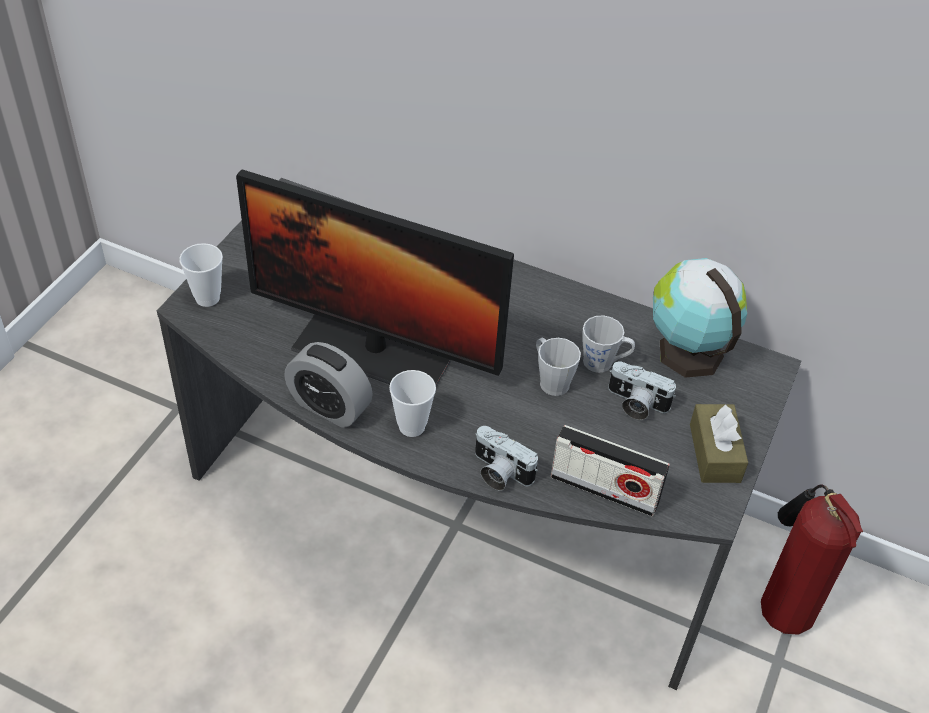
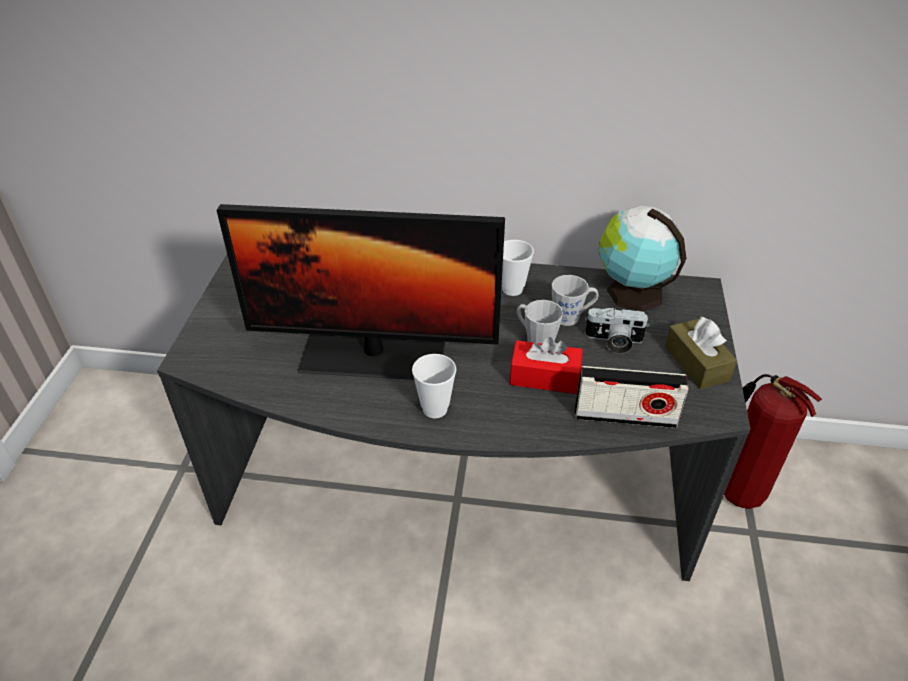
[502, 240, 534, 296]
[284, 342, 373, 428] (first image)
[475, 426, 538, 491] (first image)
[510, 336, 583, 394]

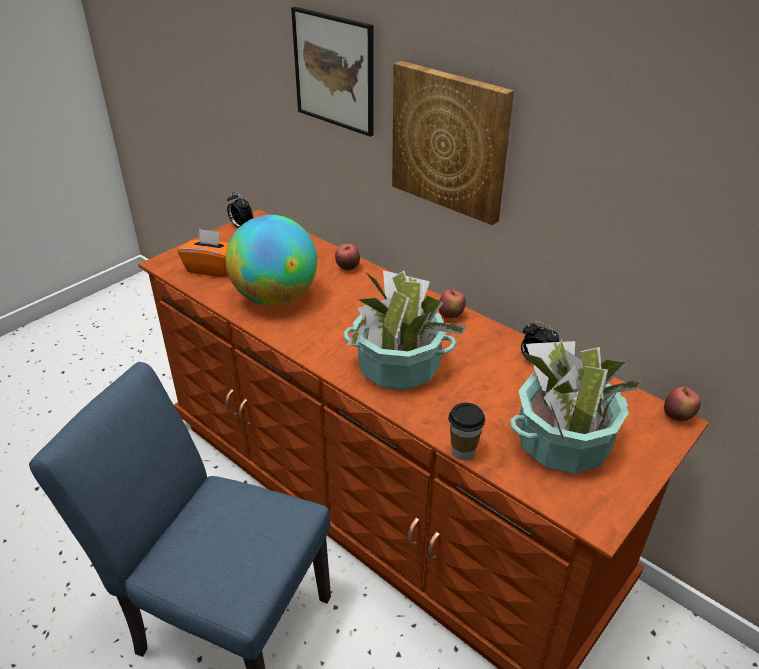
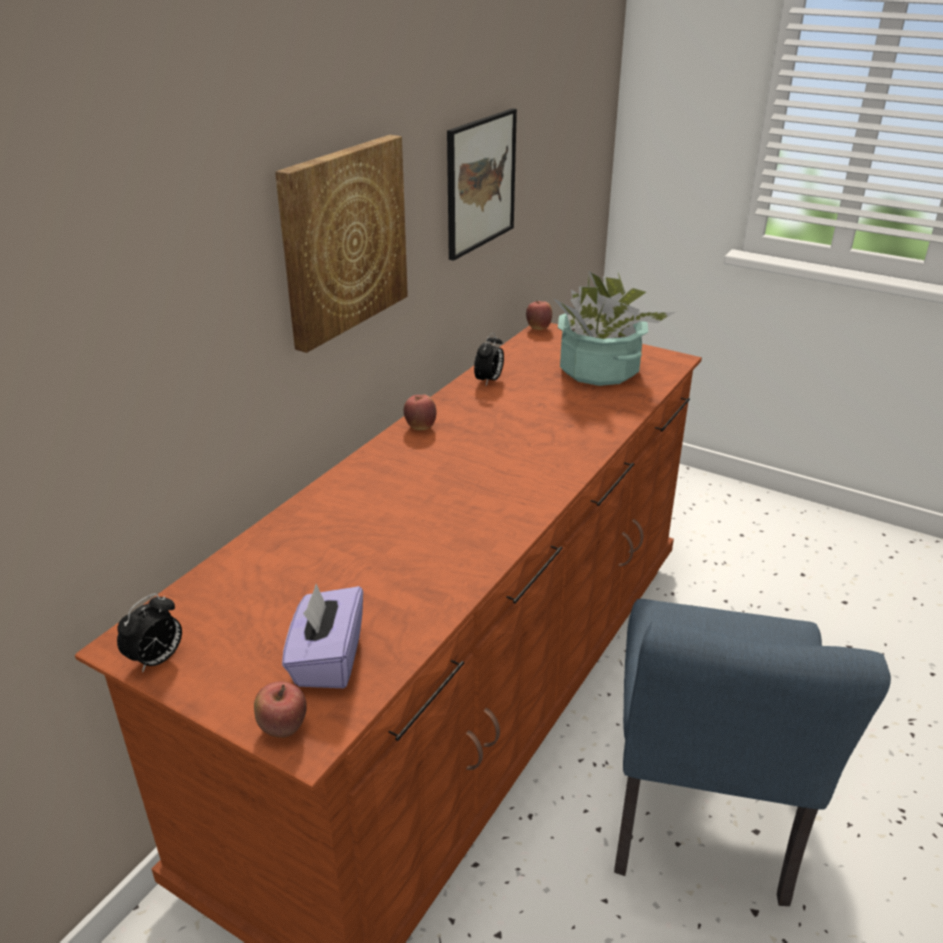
[282, 584, 363, 688]
[226, 215, 317, 306] (first image)
[447, 108, 517, 261]
[254, 681, 307, 738]
[343, 270, 467, 390] (first image)
[448, 403, 485, 460] (first image)

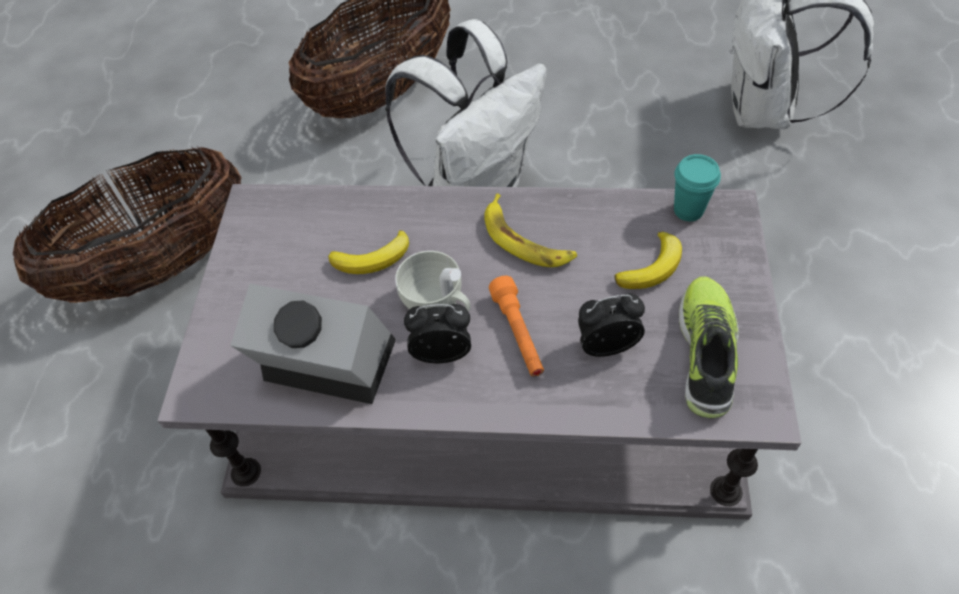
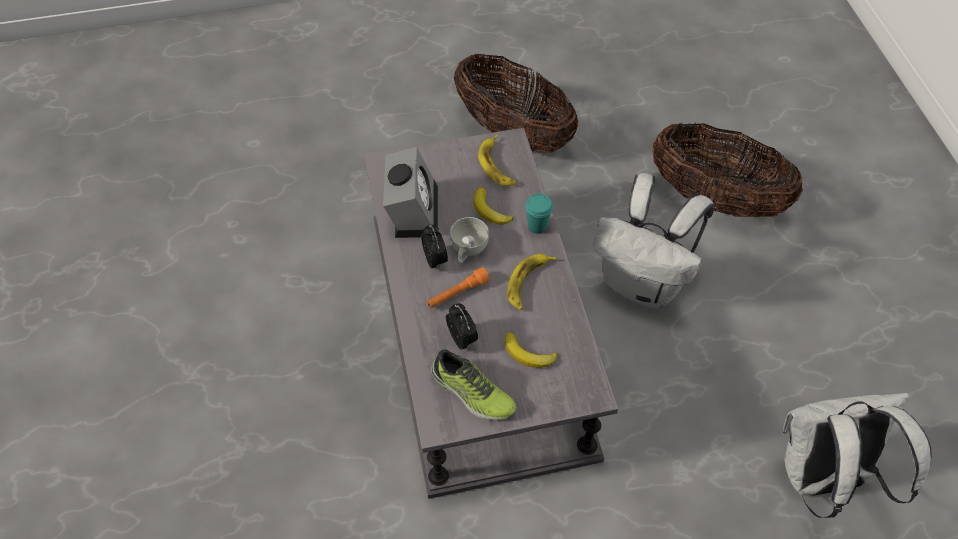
[525, 194, 553, 234]
[431, 349, 516, 420]
[478, 135, 516, 186]

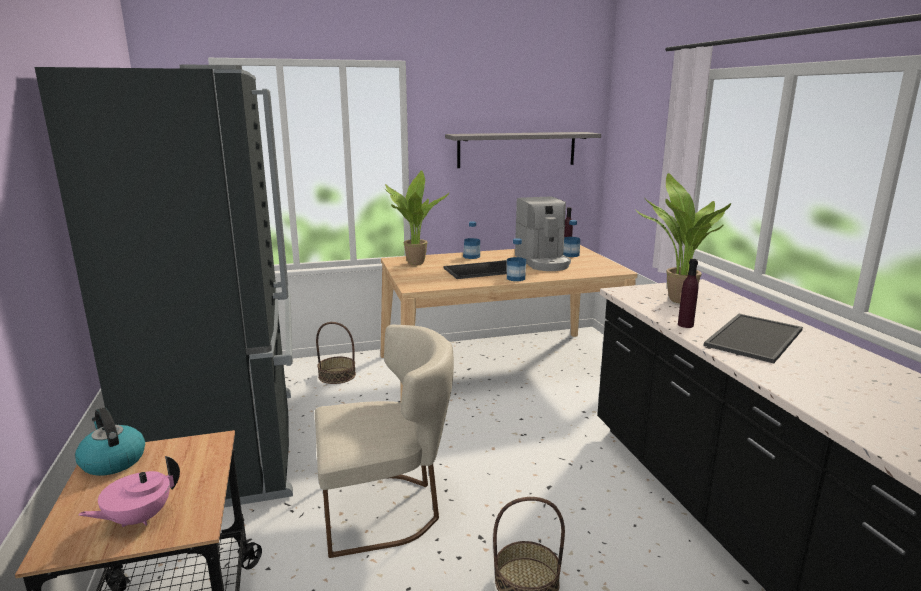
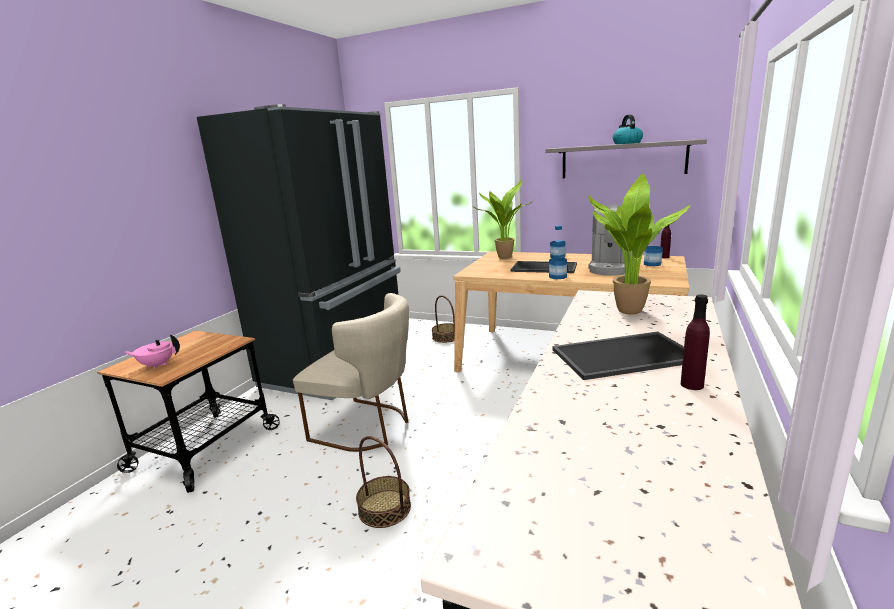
[613, 114, 643, 144]
[681, 294, 710, 390]

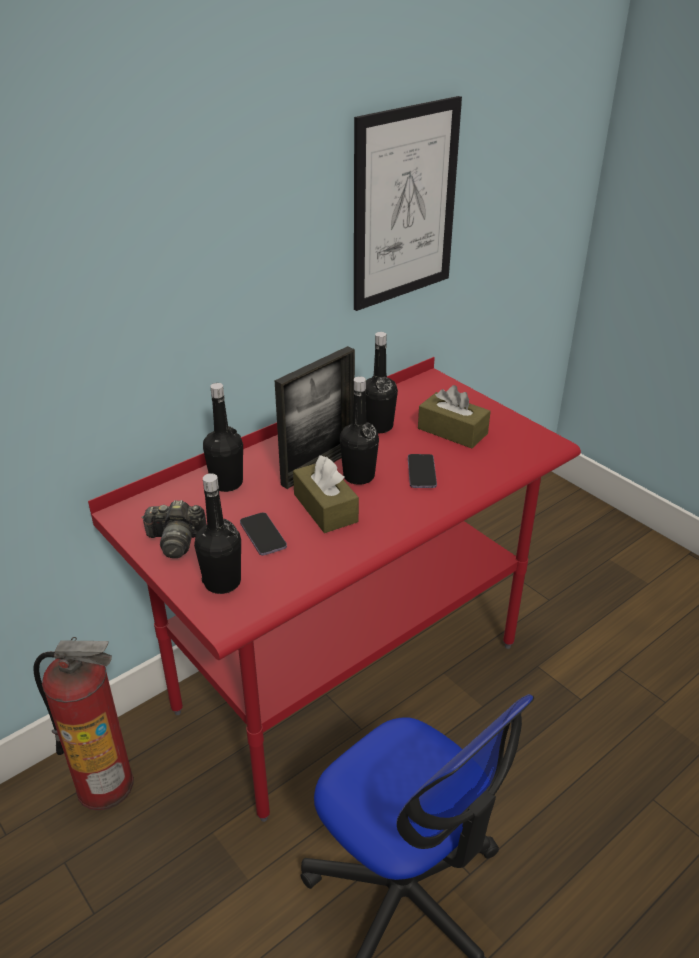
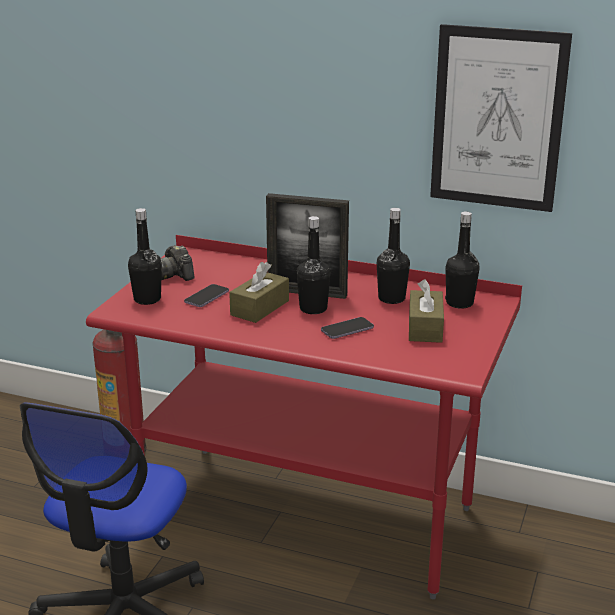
[445, 211, 480, 309]

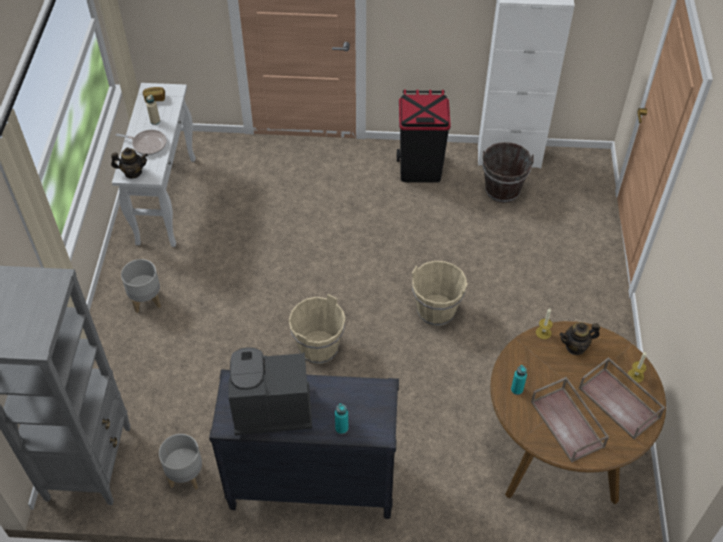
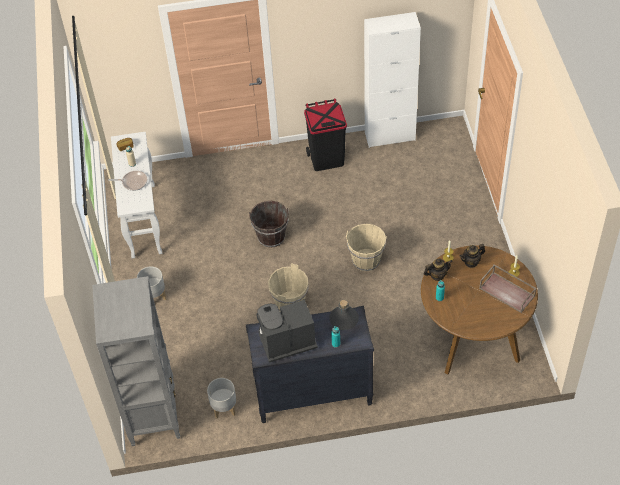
[424, 259, 453, 281]
[249, 201, 289, 248]
[531, 377, 609, 463] (first image)
[329, 300, 359, 330]

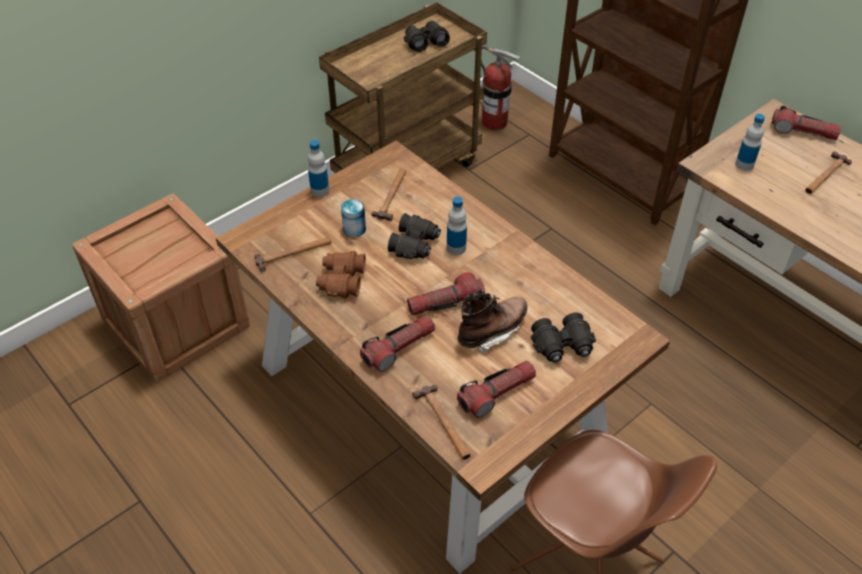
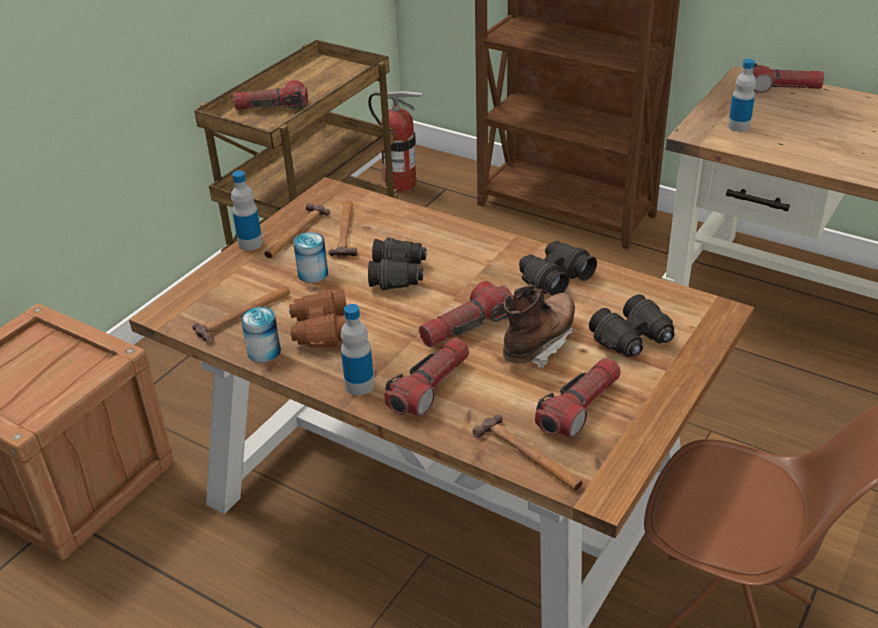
[519, 241, 597, 296]
[341, 304, 374, 395]
[264, 203, 330, 258]
[233, 80, 308, 110]
[241, 307, 281, 363]

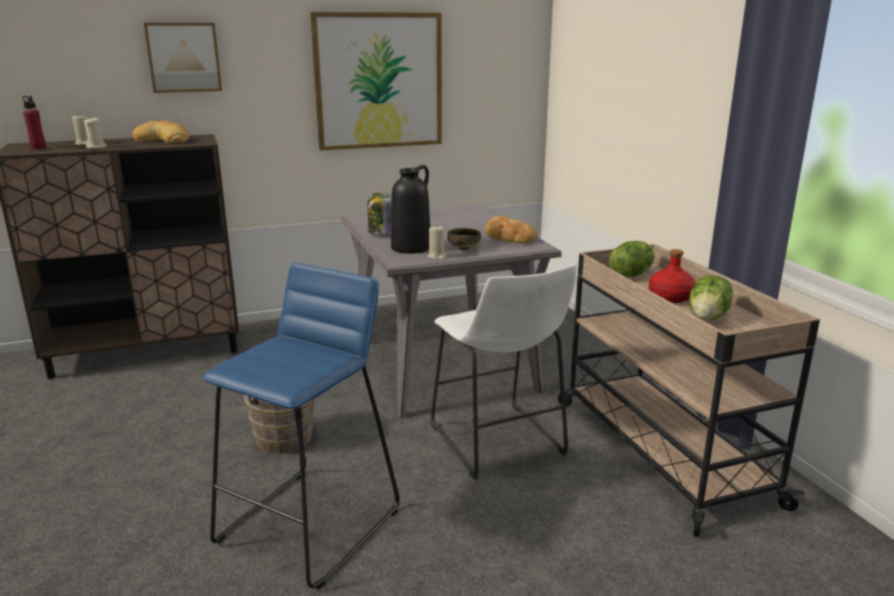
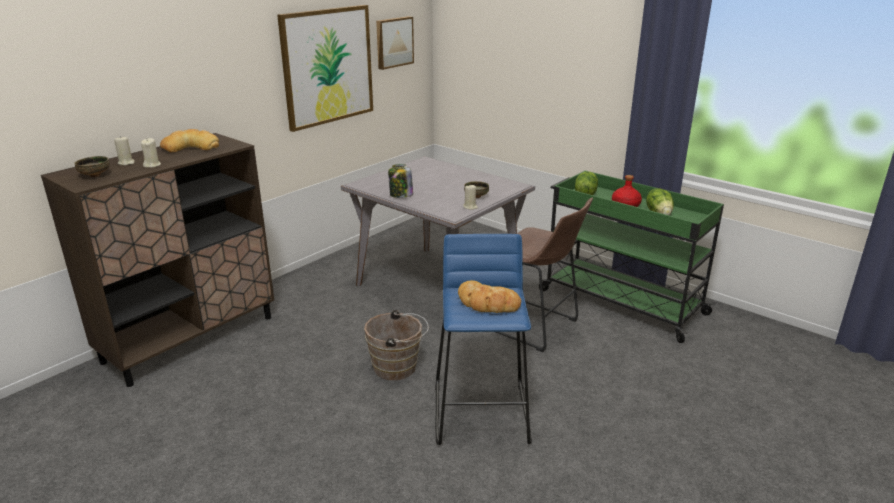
[74, 156, 110, 177]
[376, 16, 414, 70]
[391, 165, 430, 254] (first image)
[496, 197, 593, 352]
[458, 280, 521, 313]
[539, 171, 724, 343]

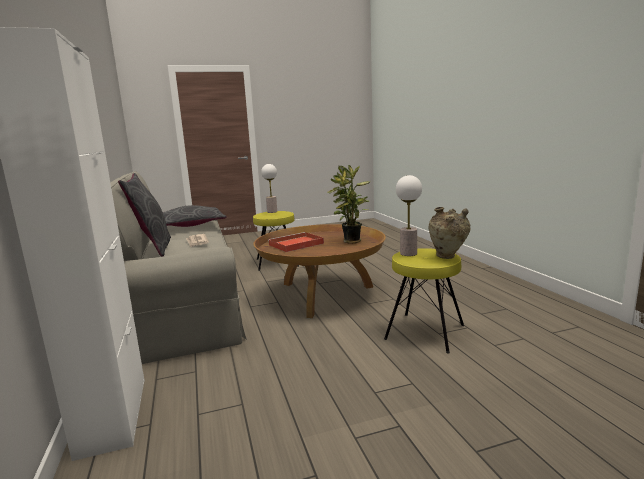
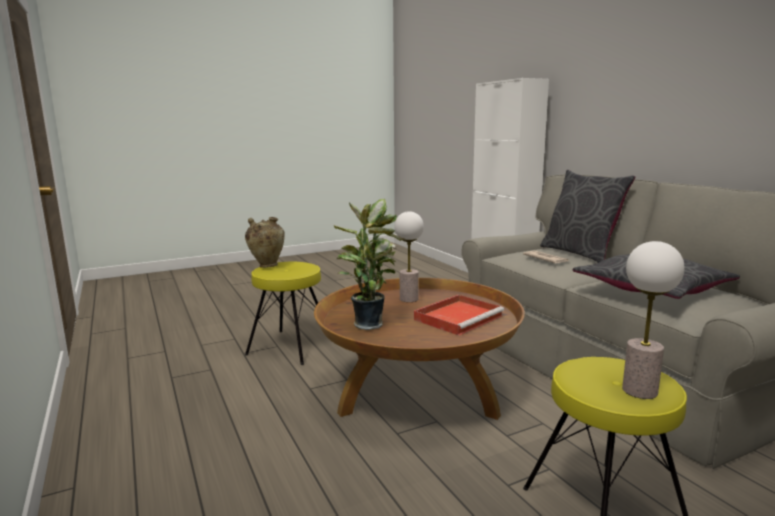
[394, 211, 424, 302]

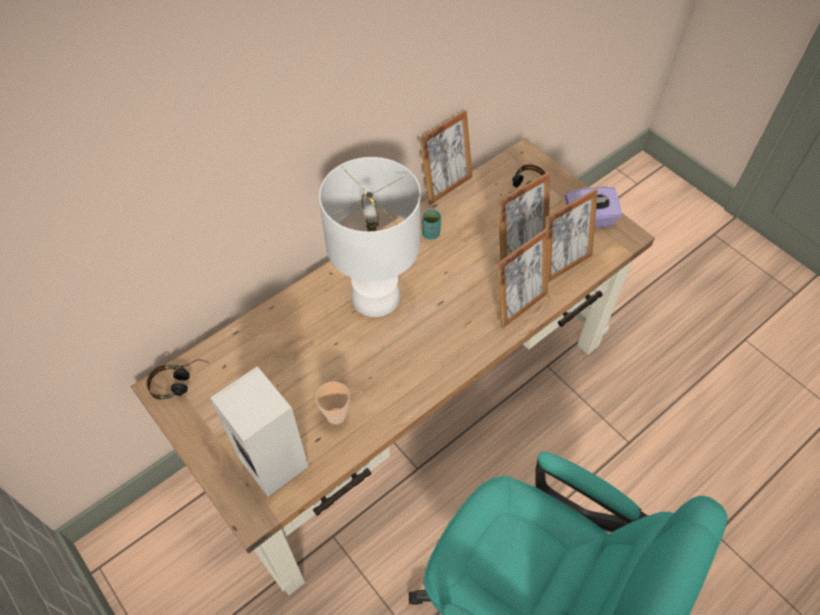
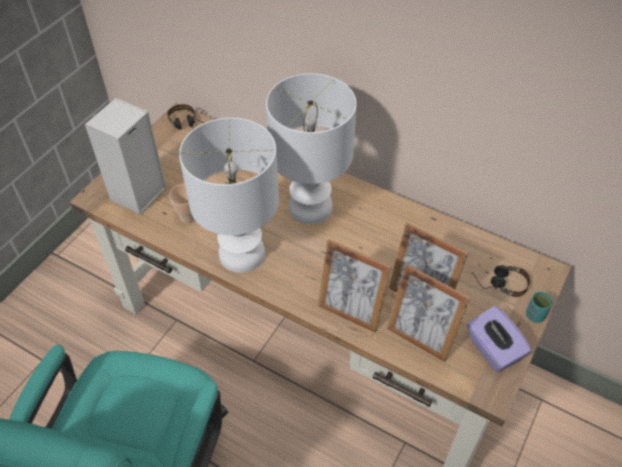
[419, 110, 472, 205] (first image)
[526, 292, 553, 323]
[179, 118, 279, 273]

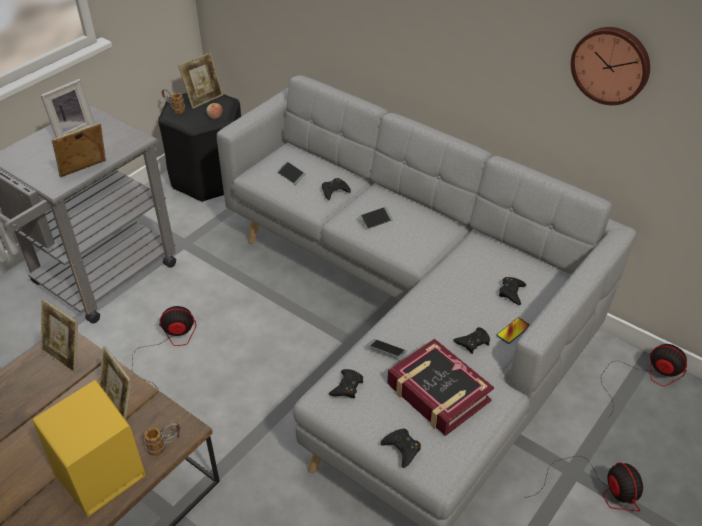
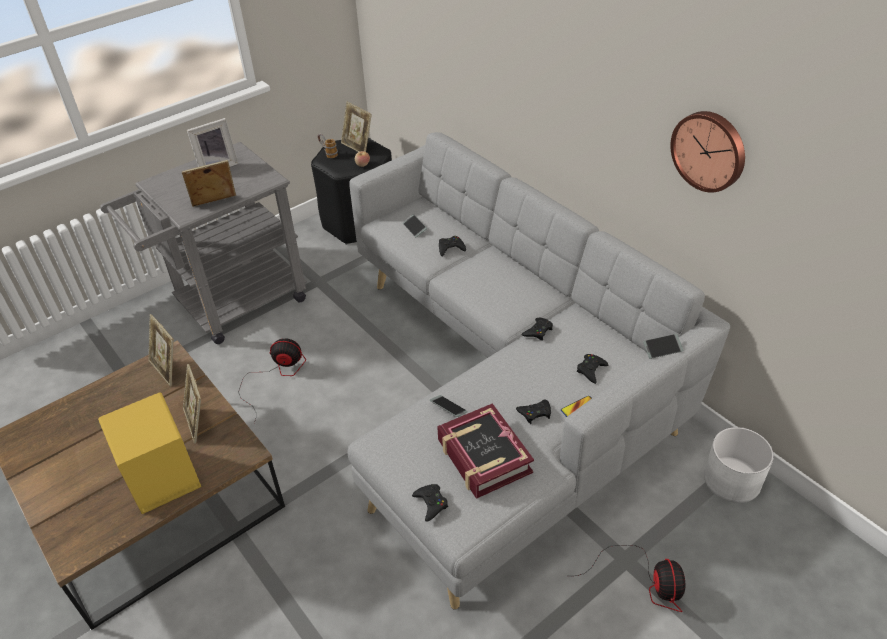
[144, 423, 180, 456] (first image)
[341, 102, 372, 152]
[521, 318, 553, 341]
[643, 334, 683, 359]
[704, 427, 774, 503]

